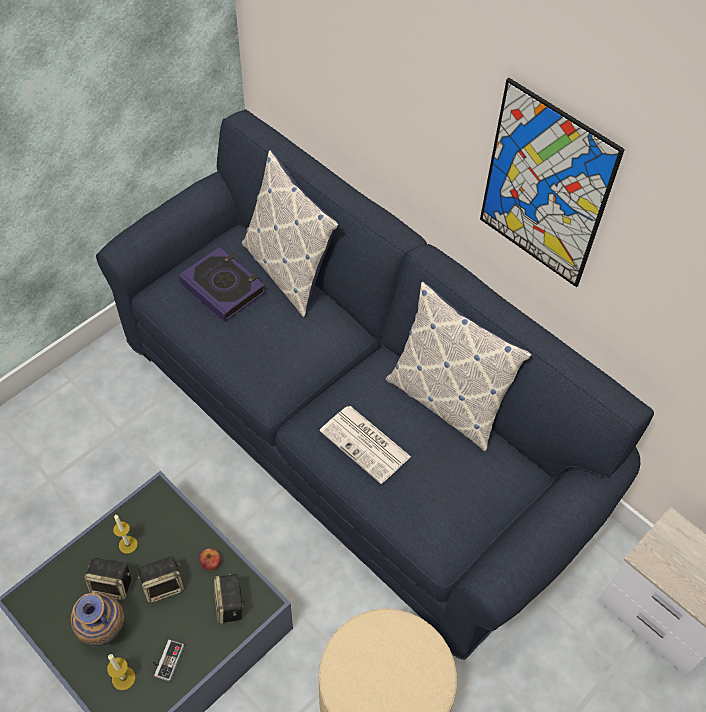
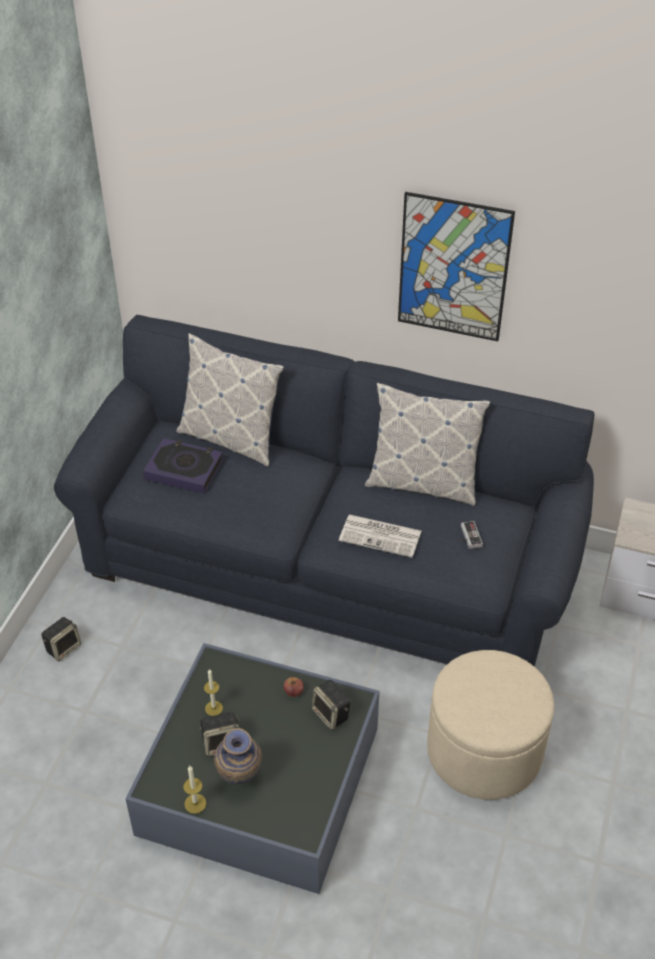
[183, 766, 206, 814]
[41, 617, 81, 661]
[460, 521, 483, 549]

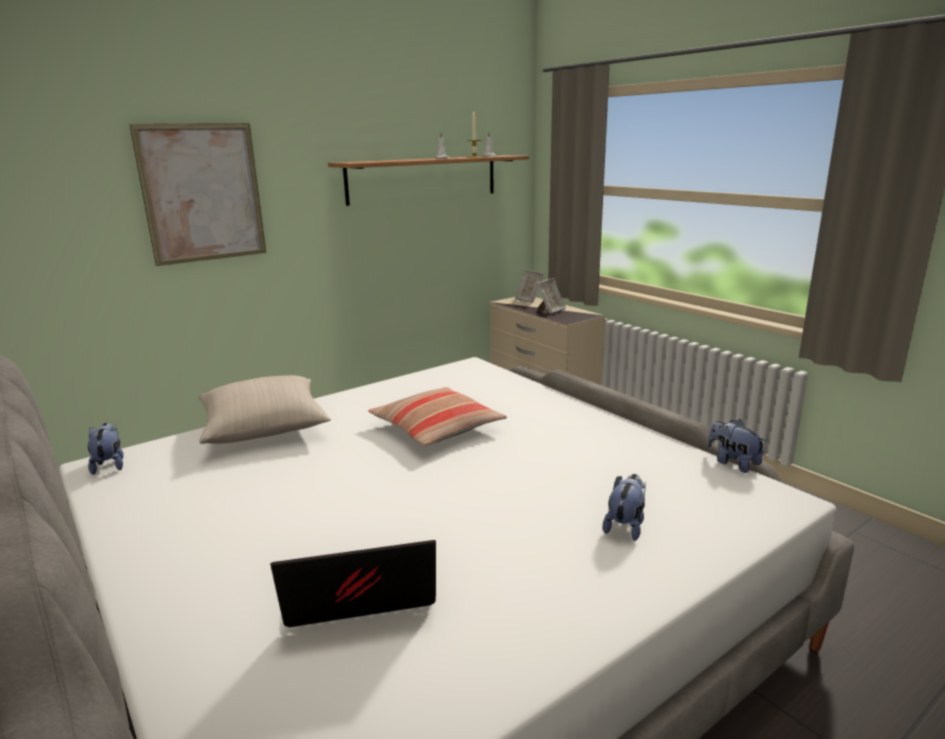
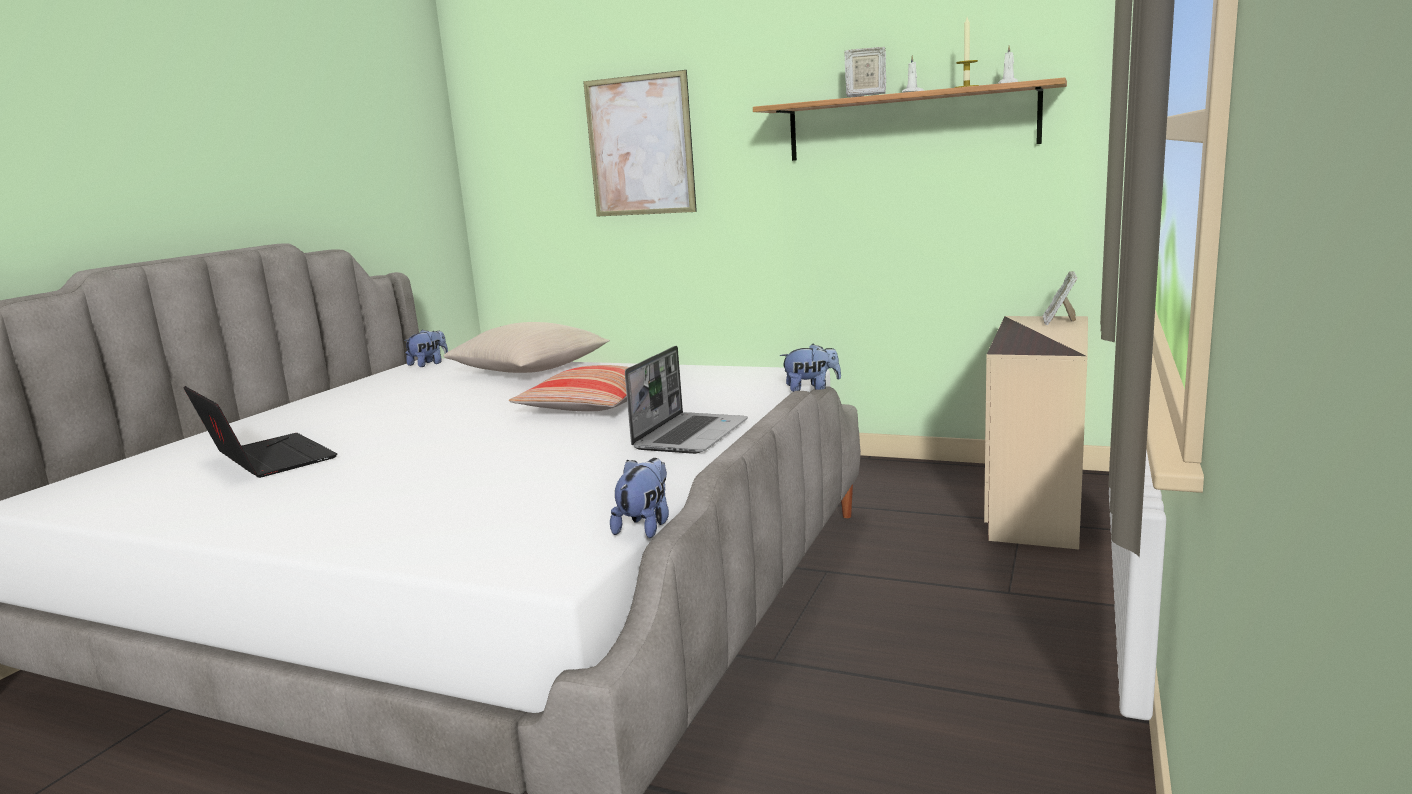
[844, 47, 886, 97]
[780, 344, 841, 392]
[625, 346, 748, 454]

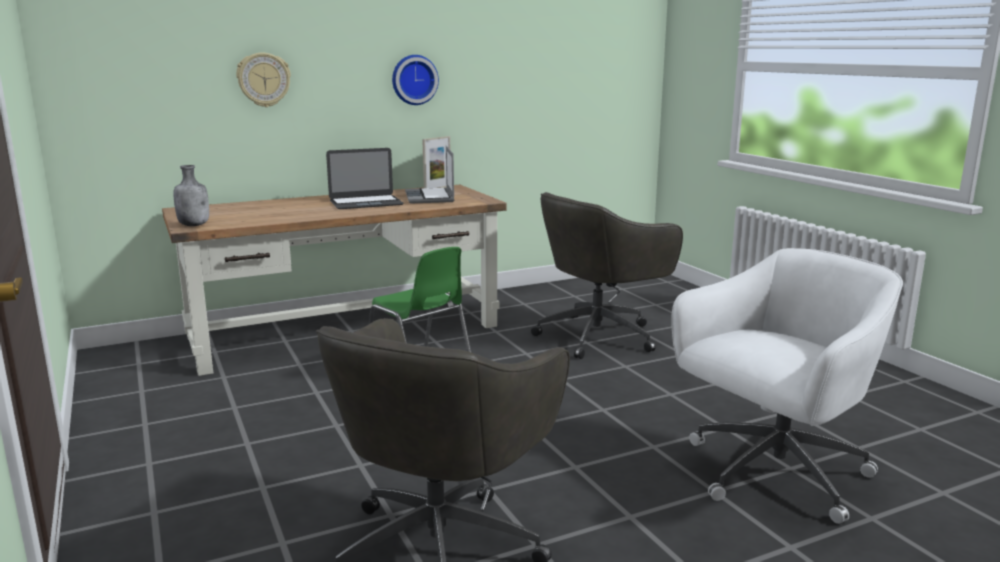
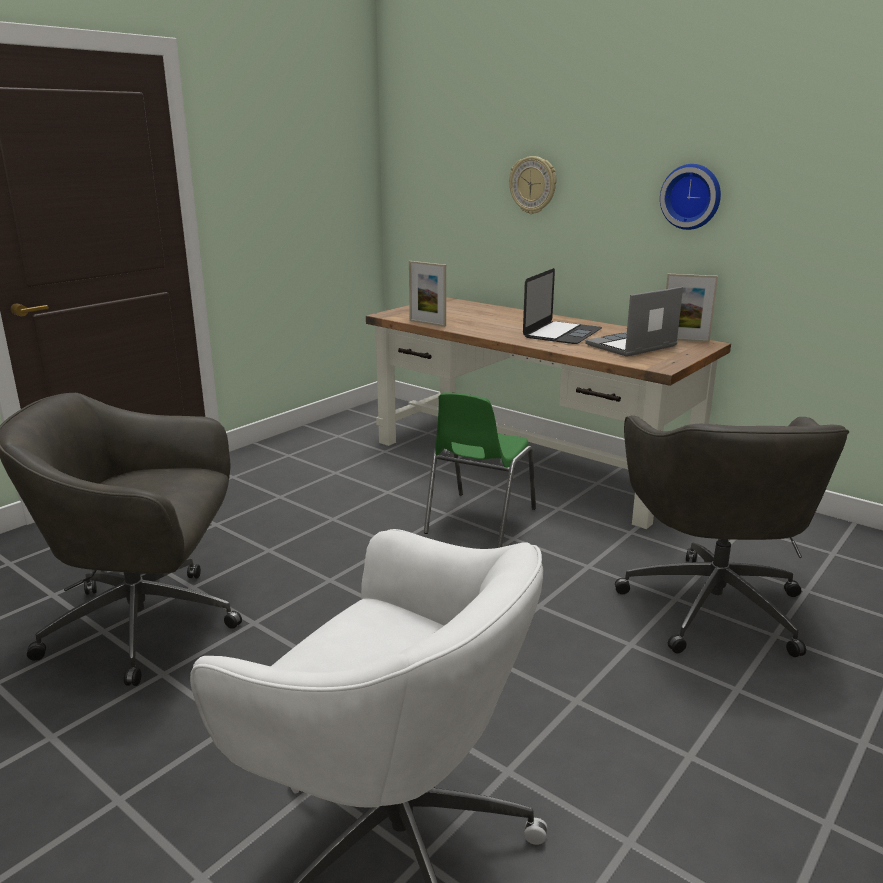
[173, 165, 209, 226] (first image)
[523, 268, 602, 344]
[615, 415, 849, 657]
[409, 261, 446, 327]

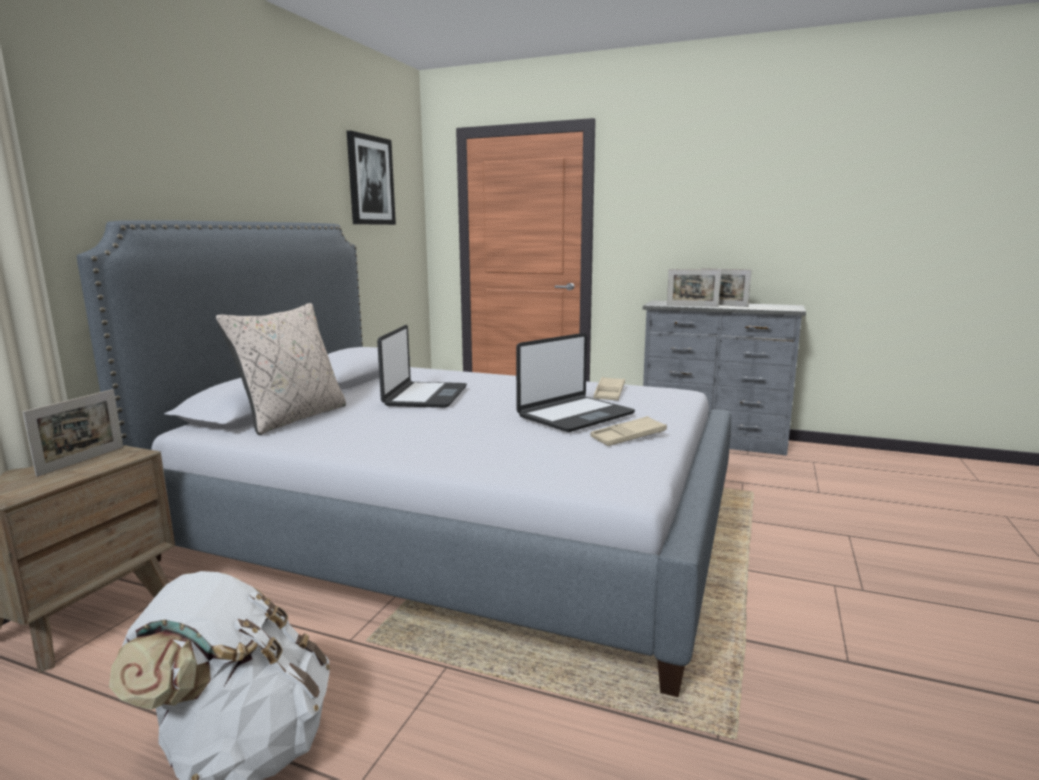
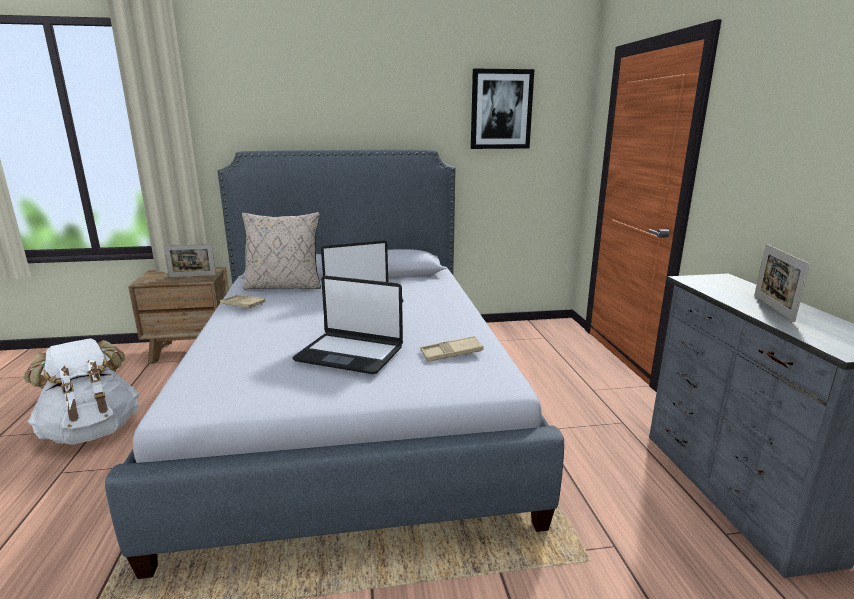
[220, 295, 266, 309]
[667, 269, 721, 307] (first image)

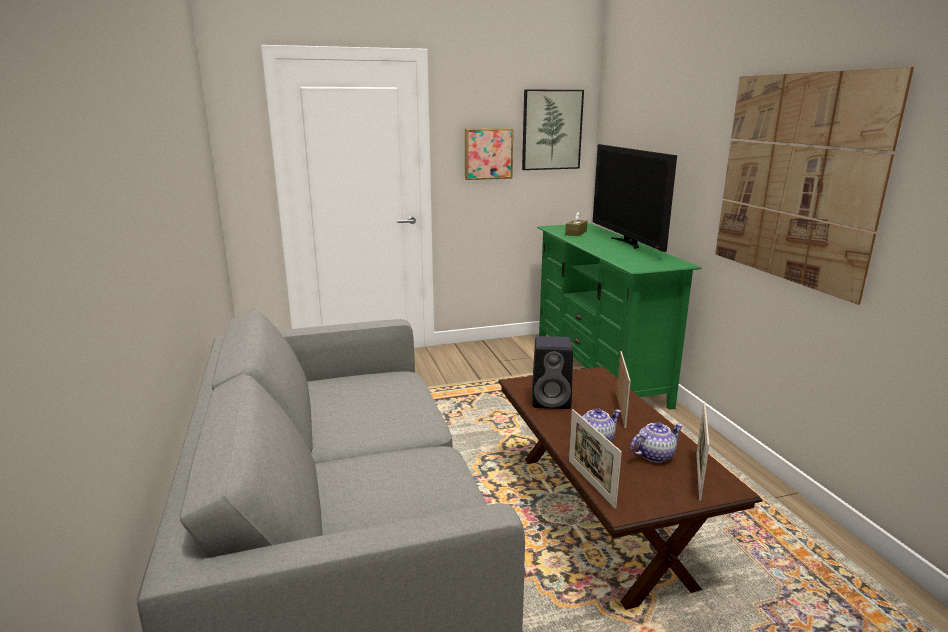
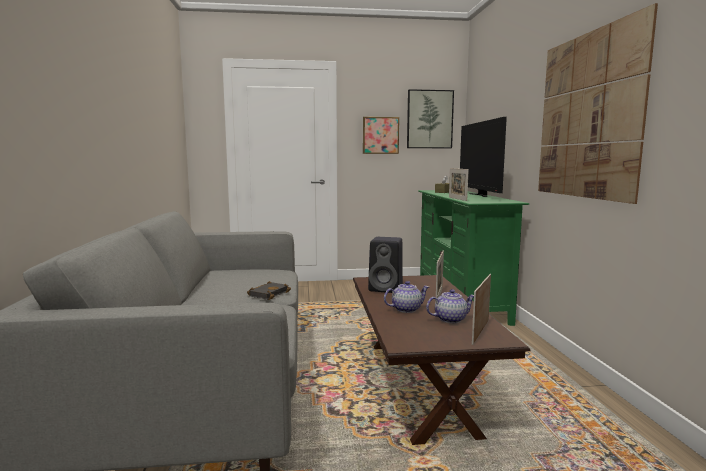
[449, 168, 469, 201]
[247, 281, 291, 300]

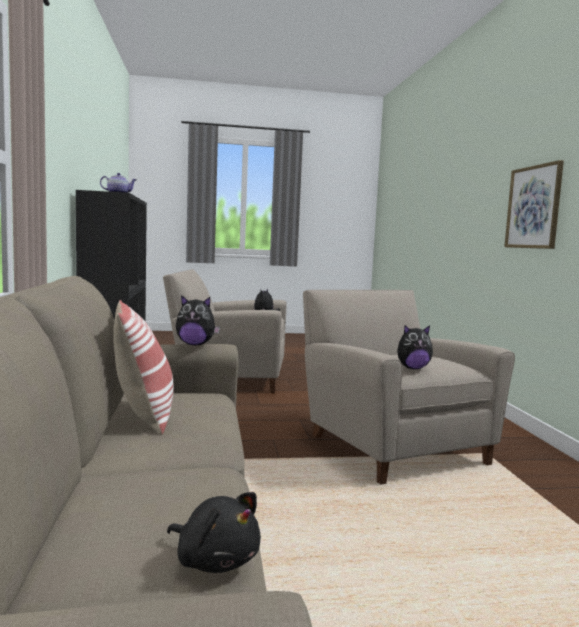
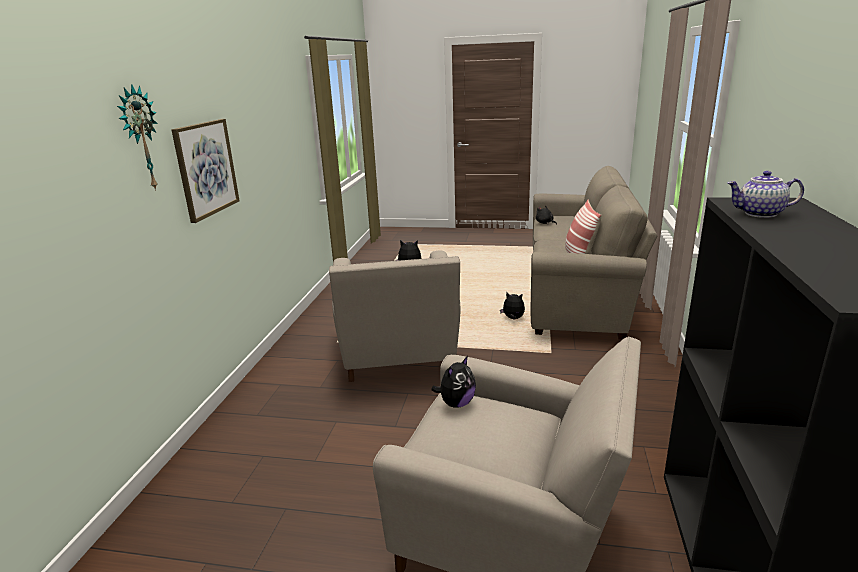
[500, 292, 525, 320]
[117, 84, 158, 191]

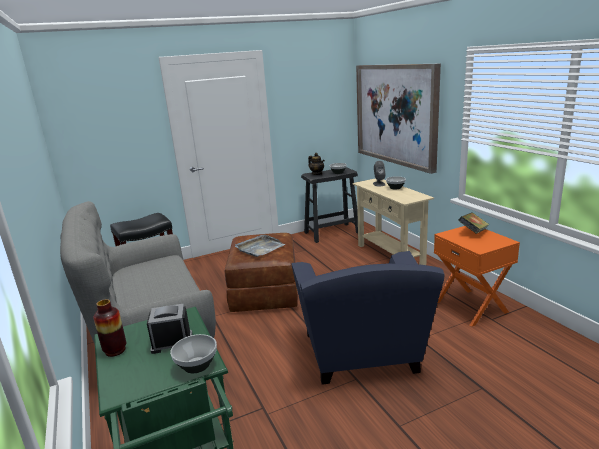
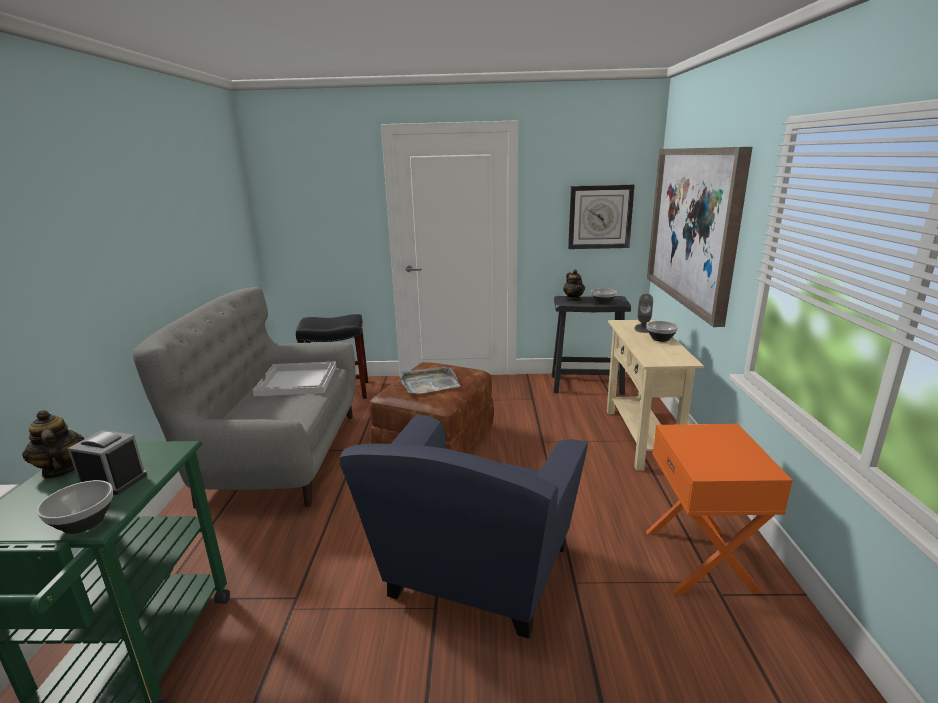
[22, 410, 84, 479]
[458, 212, 490, 234] (first image)
[253, 361, 336, 396]
[568, 185, 635, 249]

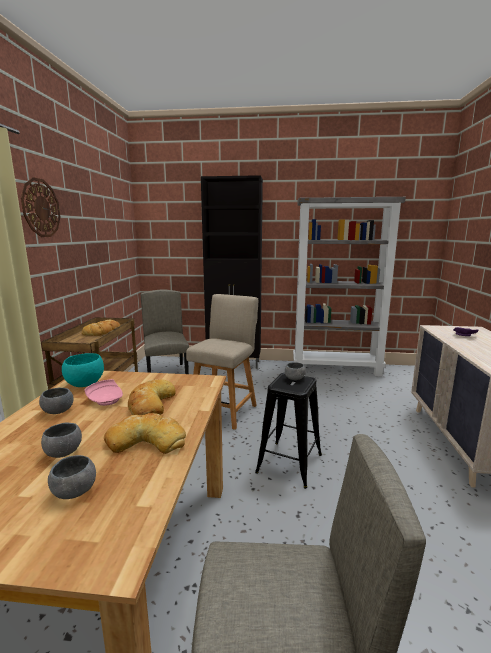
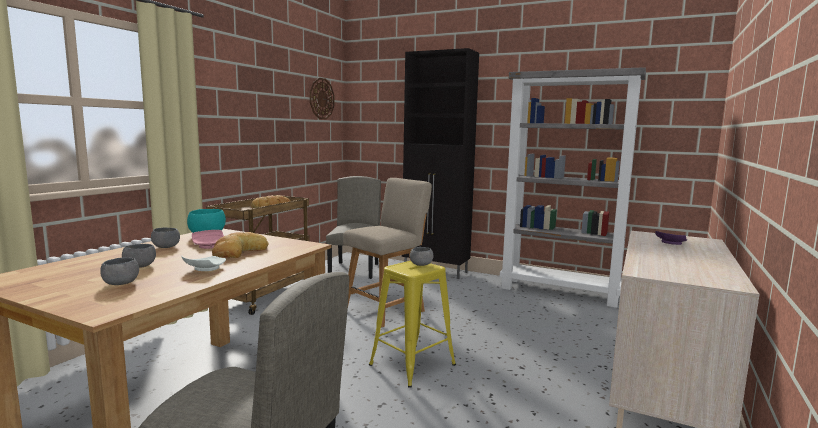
[310, 78, 335, 119]
[182, 256, 226, 271]
[369, 261, 456, 388]

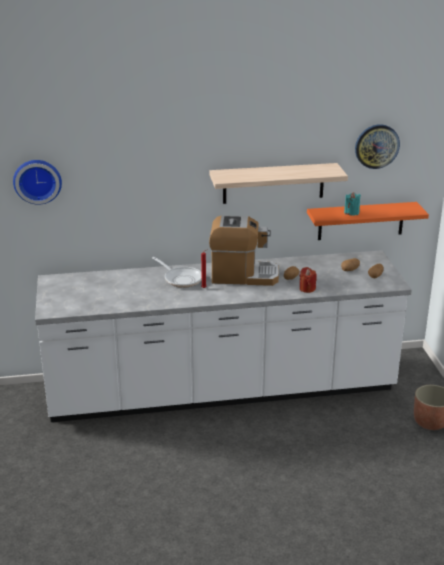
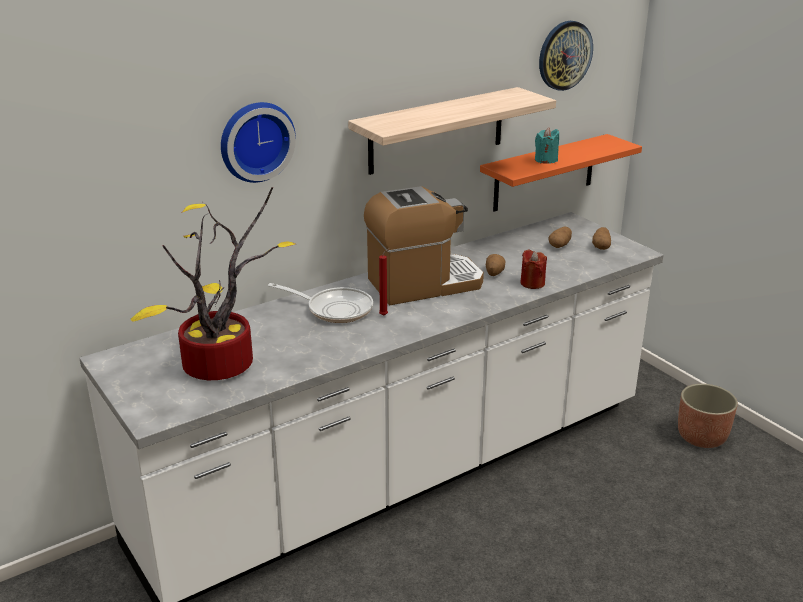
[221, 102, 296, 183]
[131, 187, 295, 380]

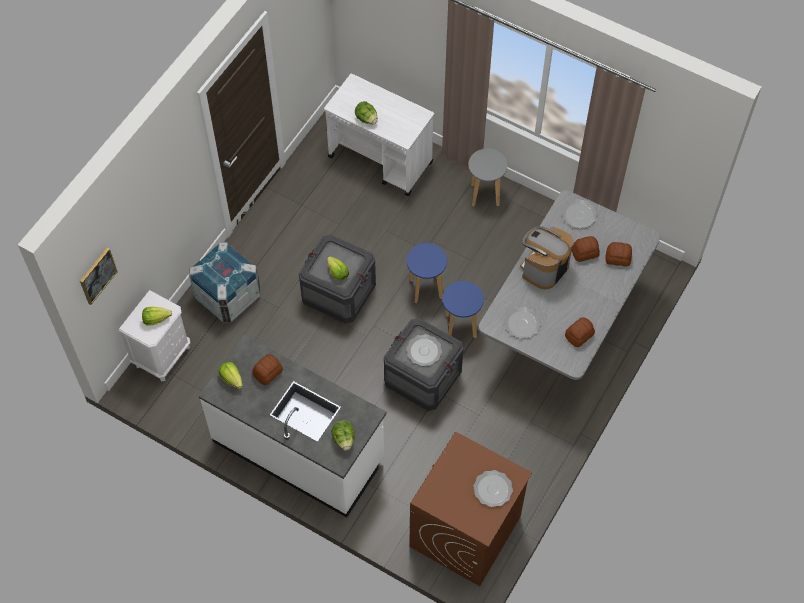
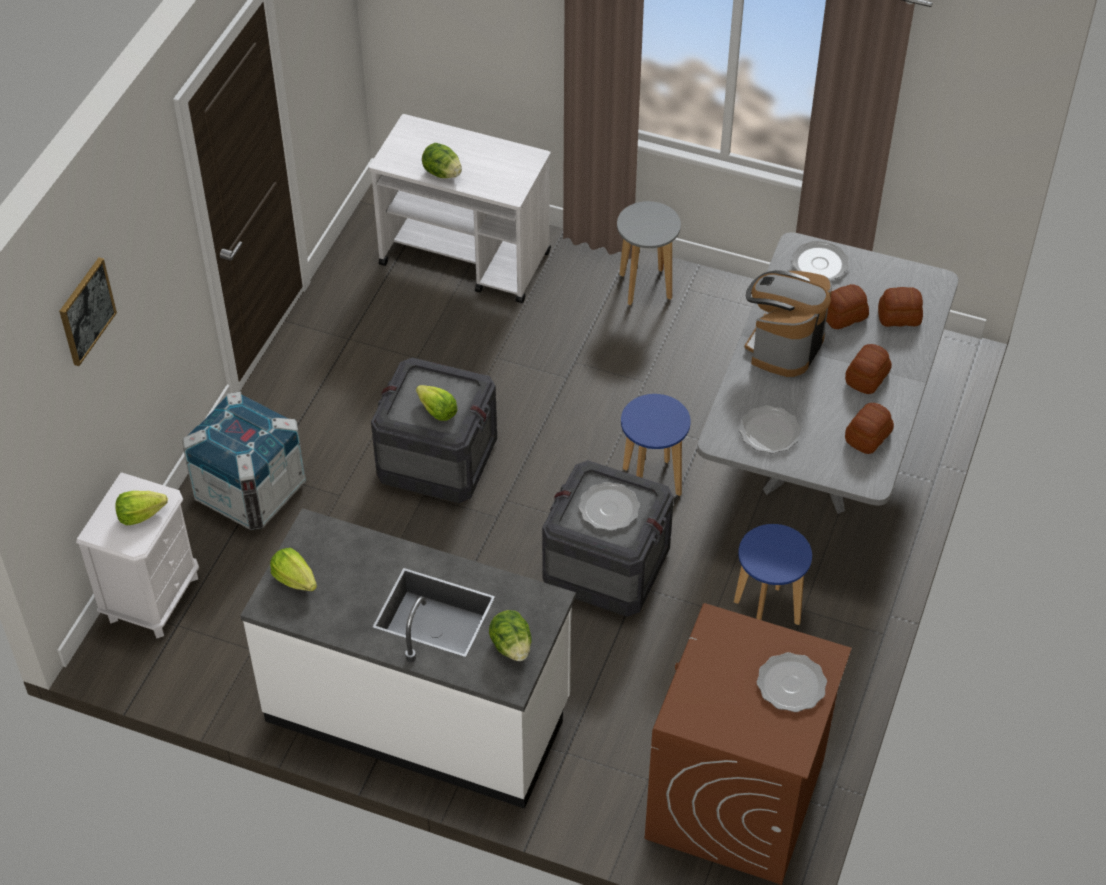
[59, 257, 117, 366]
[845, 344, 892, 394]
[734, 524, 812, 625]

